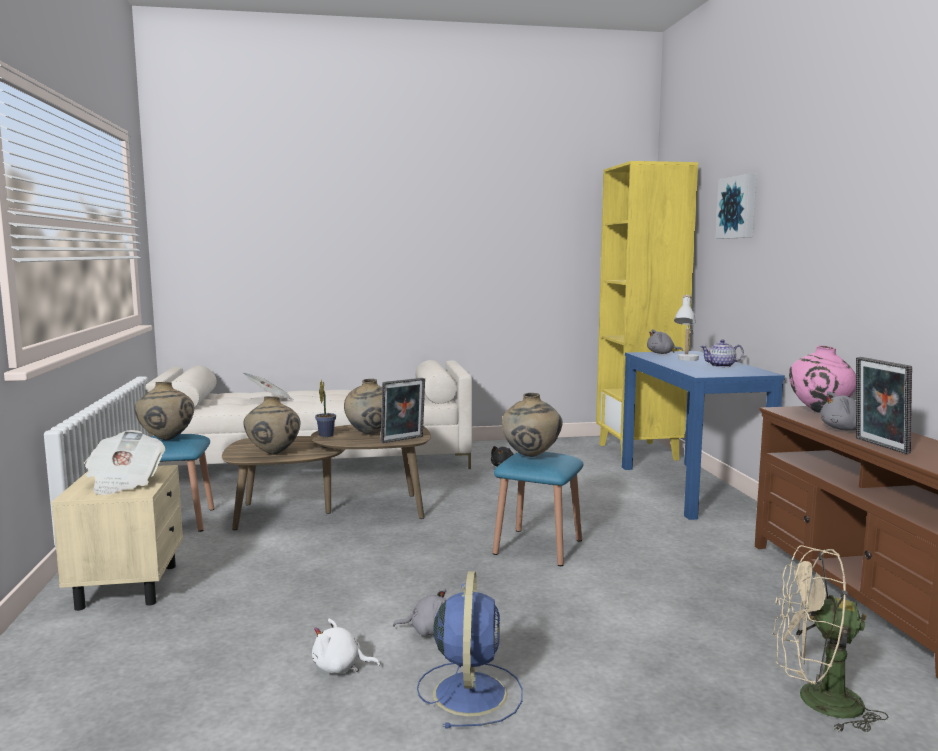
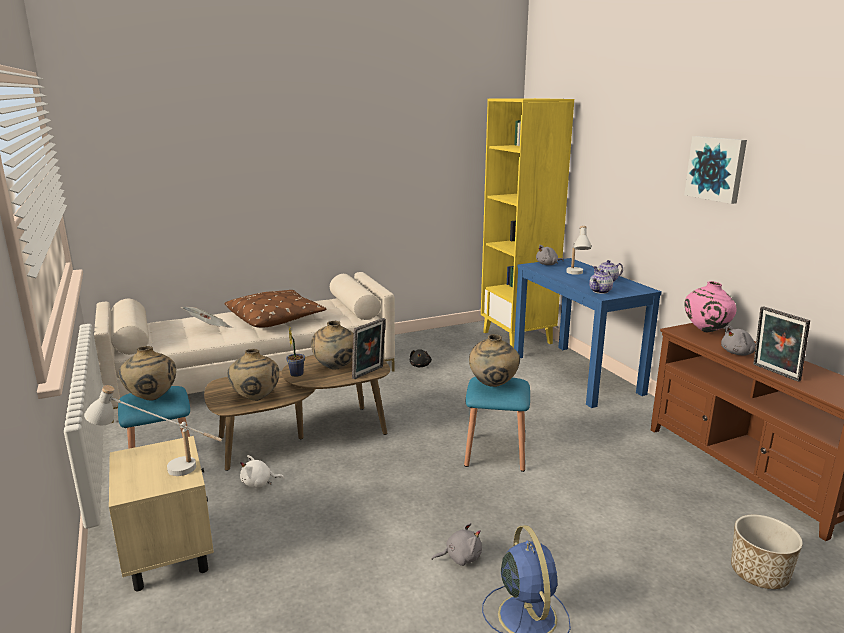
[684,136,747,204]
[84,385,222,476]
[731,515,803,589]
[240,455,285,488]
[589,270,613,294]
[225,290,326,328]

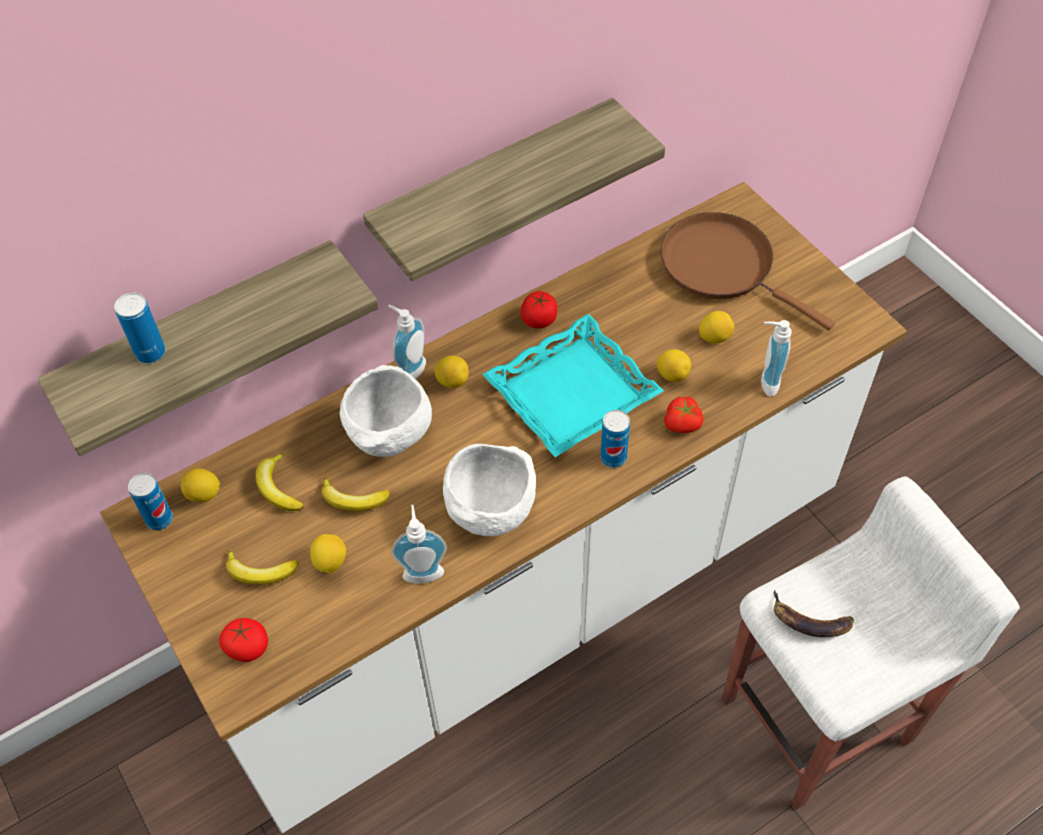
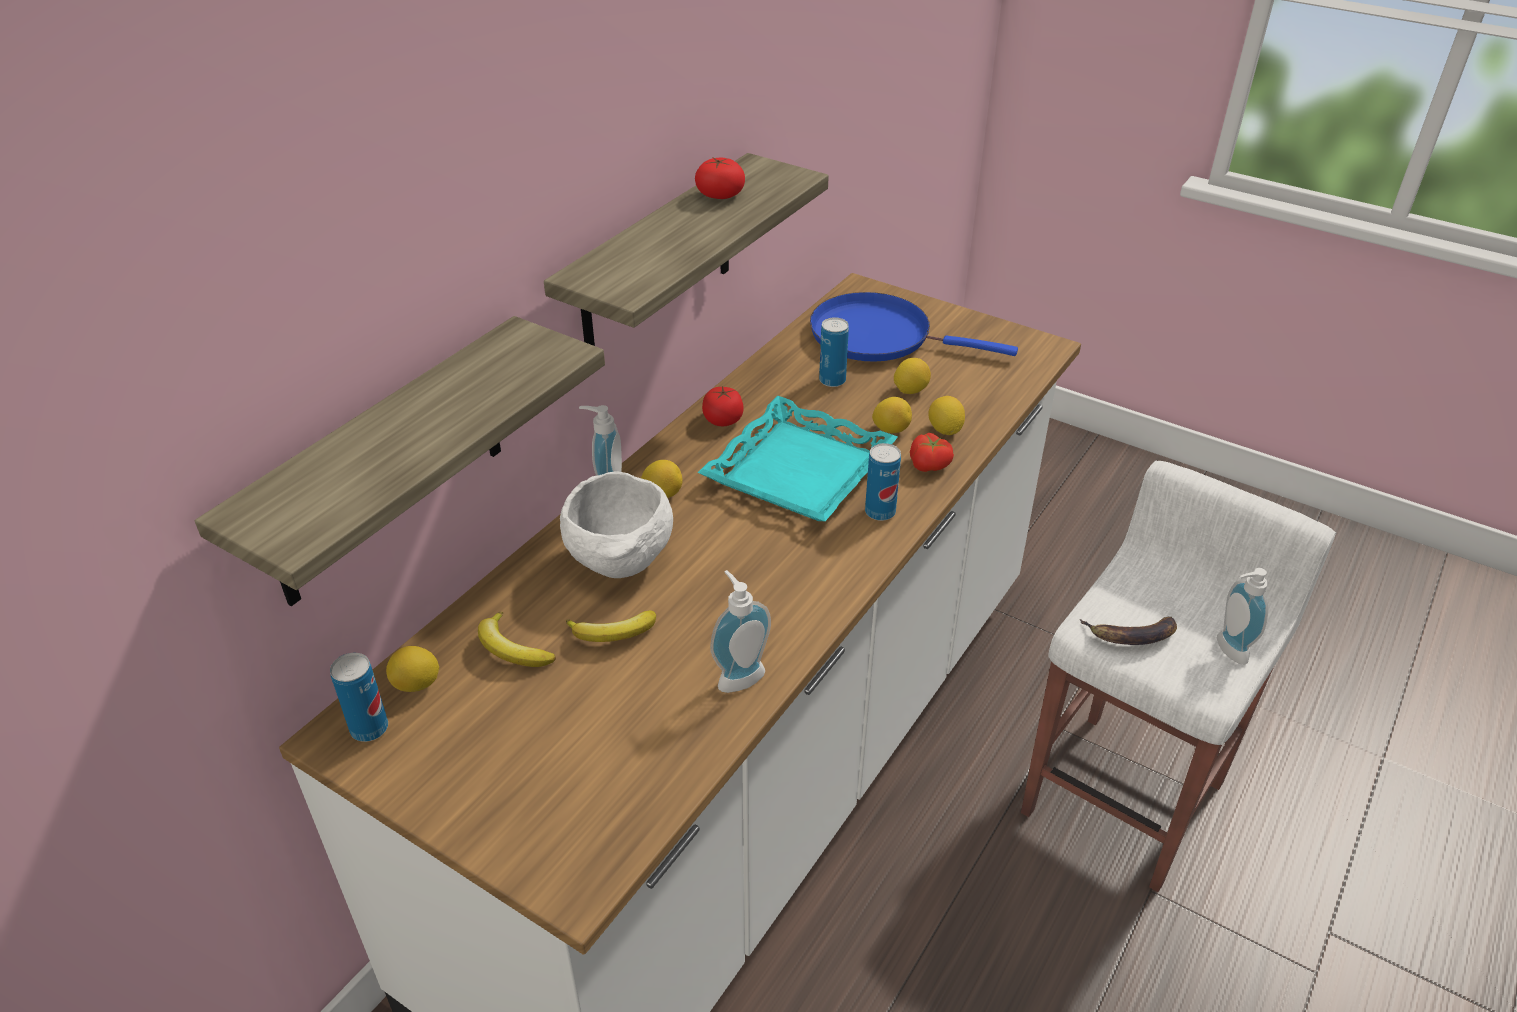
[810,292,1018,362]
[819,317,849,387]
[1217,568,1269,665]
[443,444,536,536] (first image)
[928,396,965,435]
[226,550,298,585] (first image)
[695,158,745,199]

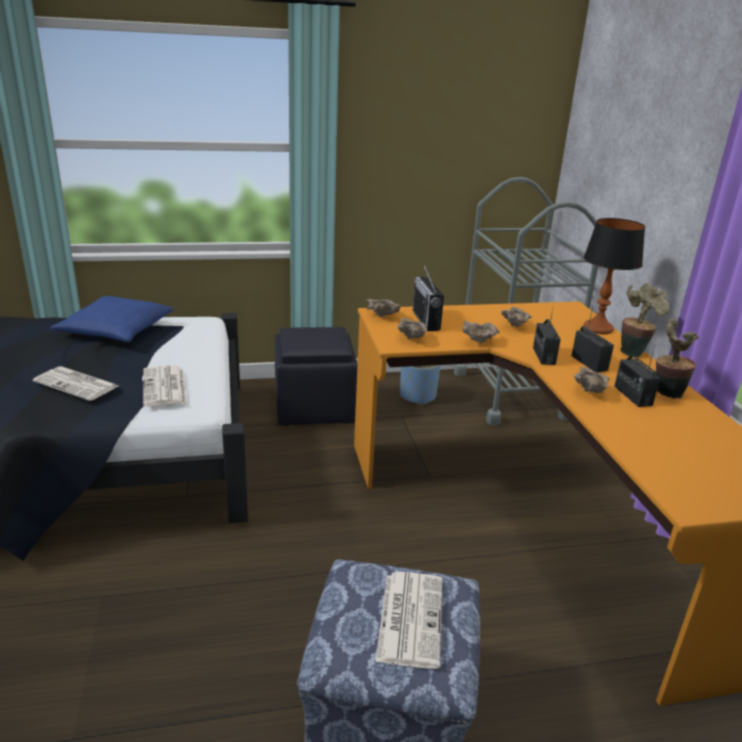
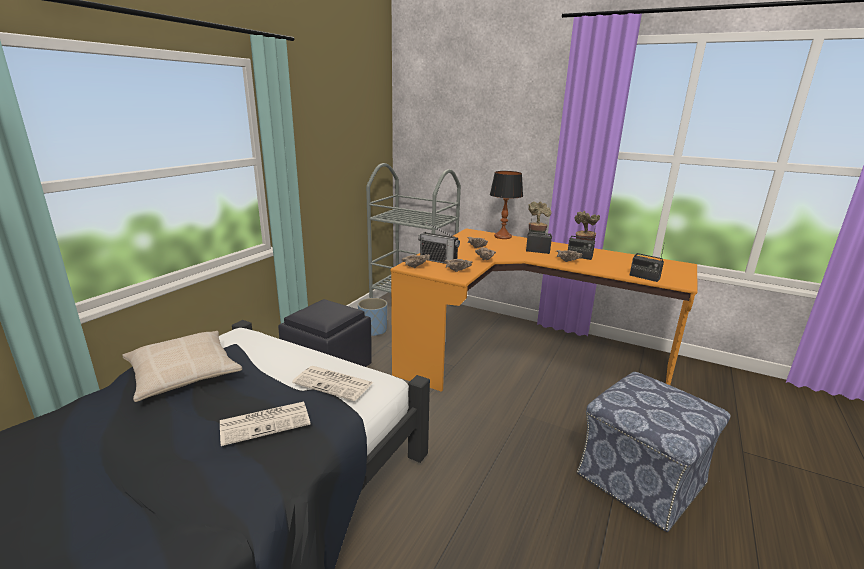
[122,331,242,402]
[630,242,665,282]
[375,572,442,669] (first image)

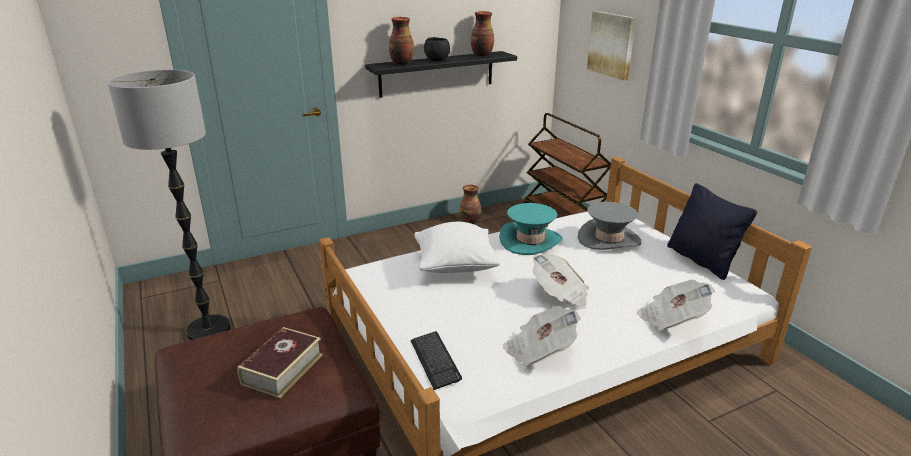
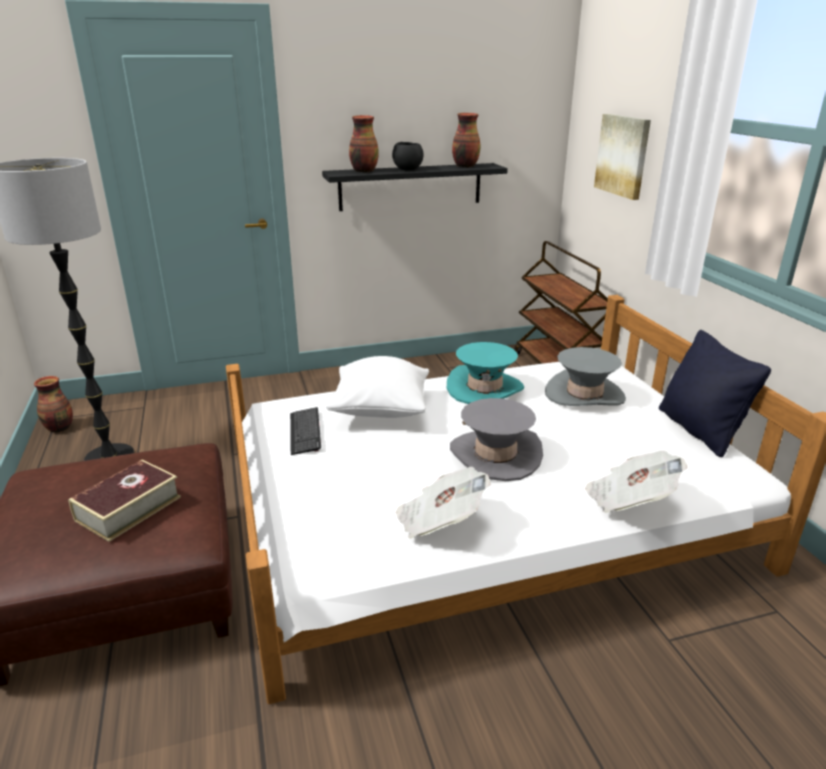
[34,376,73,432]
[450,398,543,481]
[290,407,321,455]

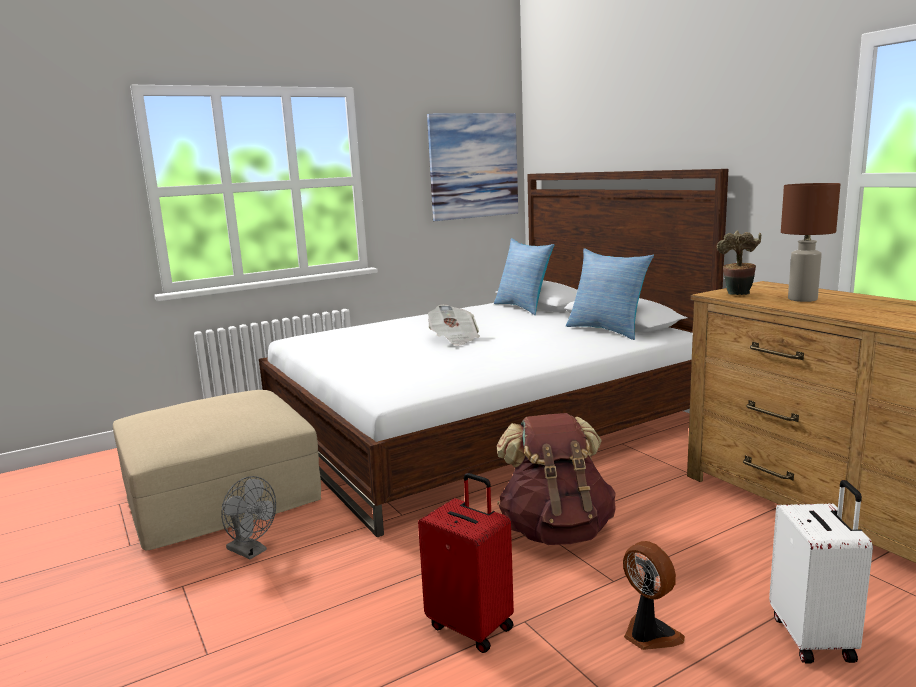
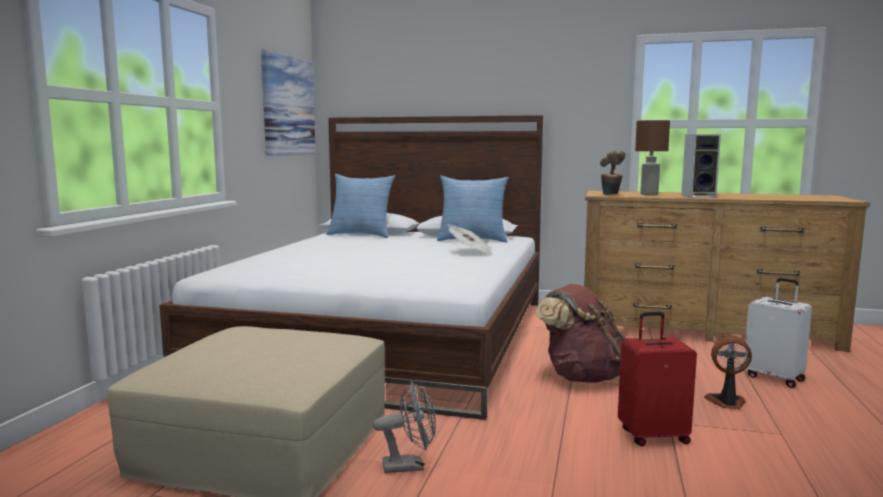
[447,224,492,255]
[681,134,721,198]

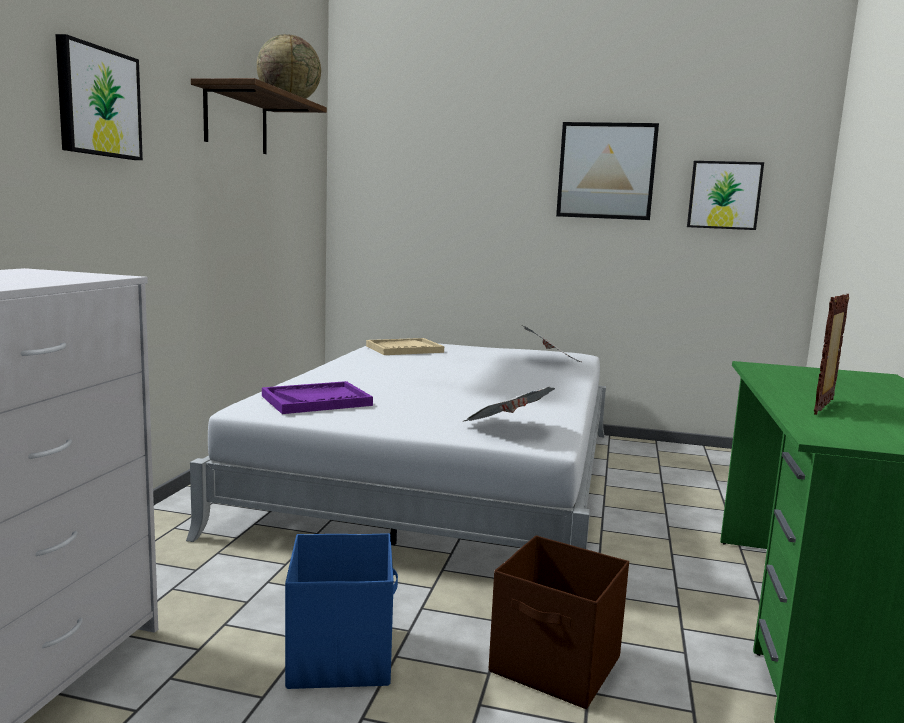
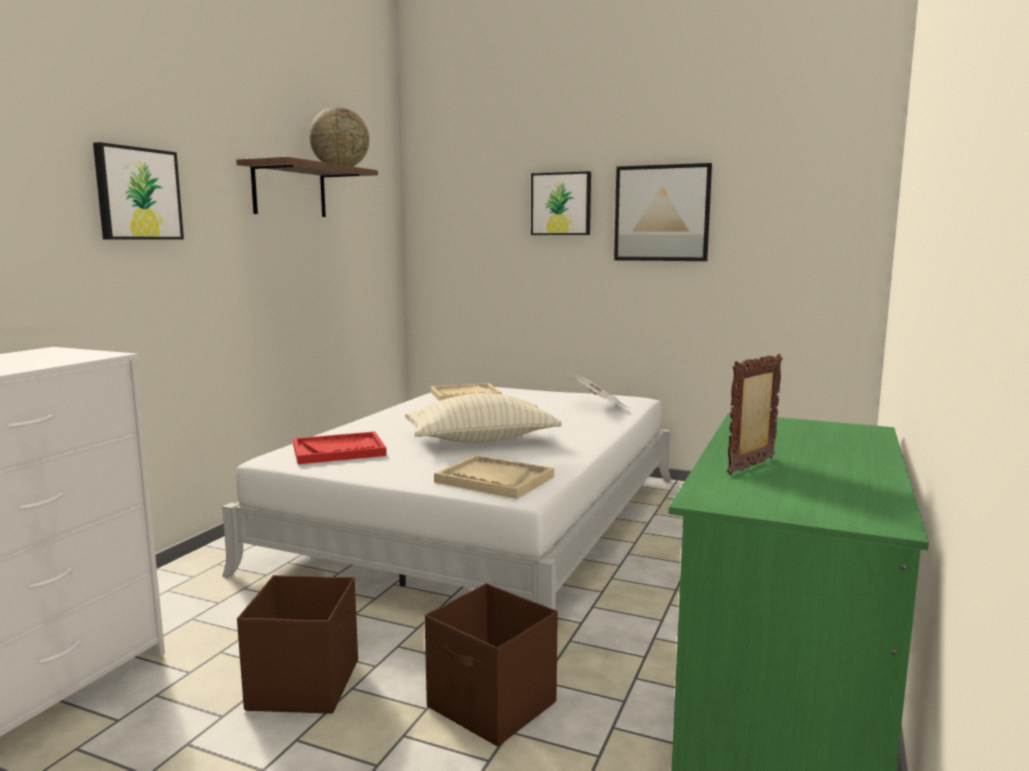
[531,171,591,235]
[293,431,387,464]
[434,455,554,499]
[237,575,358,714]
[405,393,562,443]

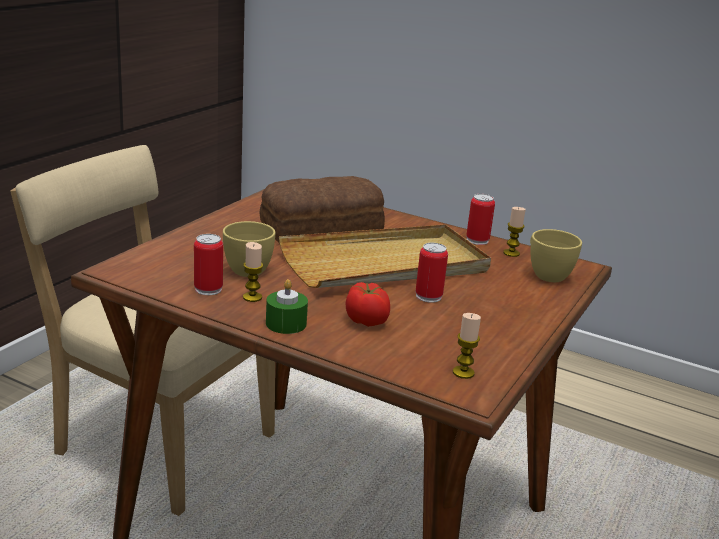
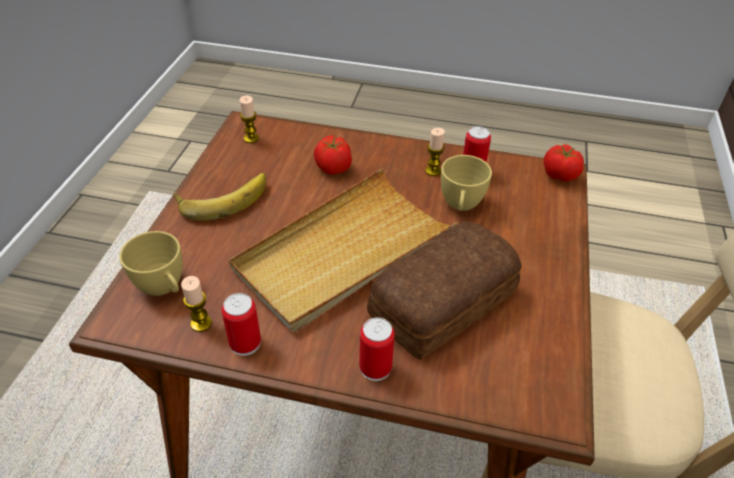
[359,318,395,381]
[266,279,308,334] (first image)
[543,144,584,182]
[174,173,266,221]

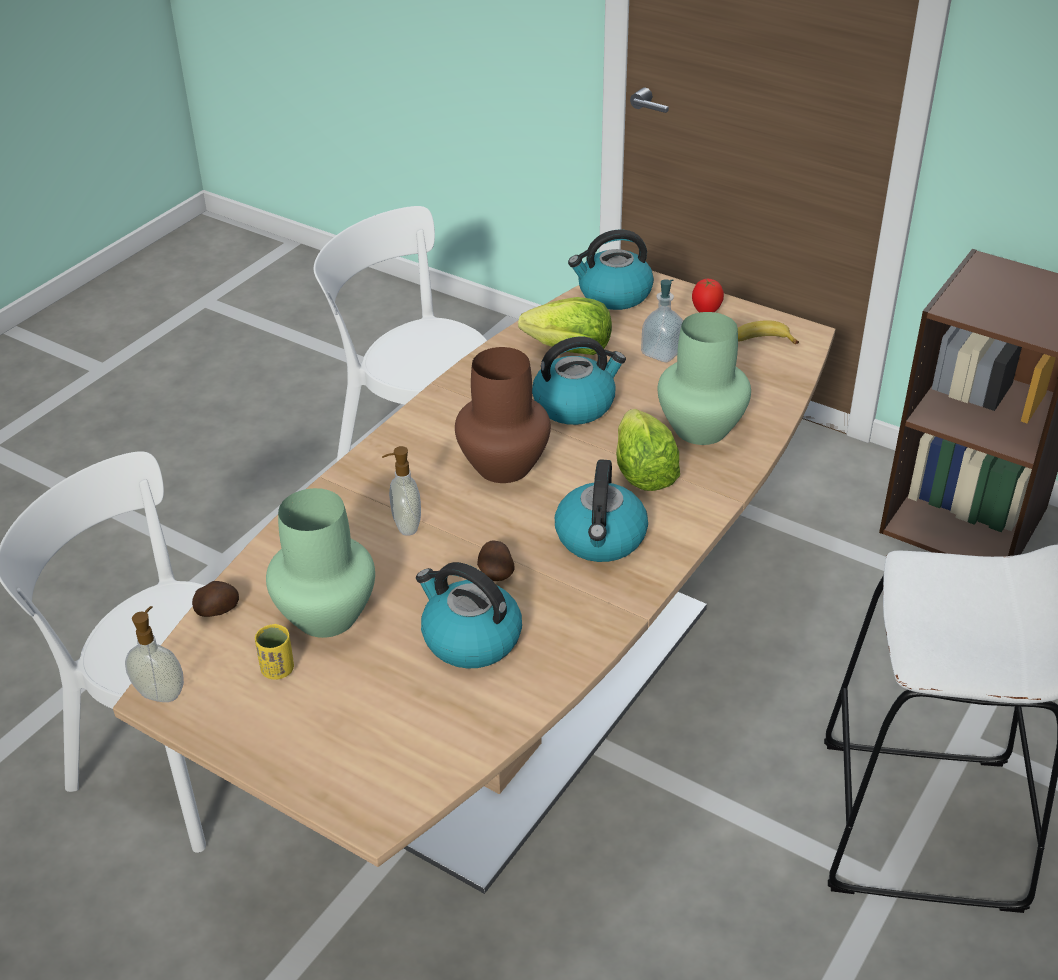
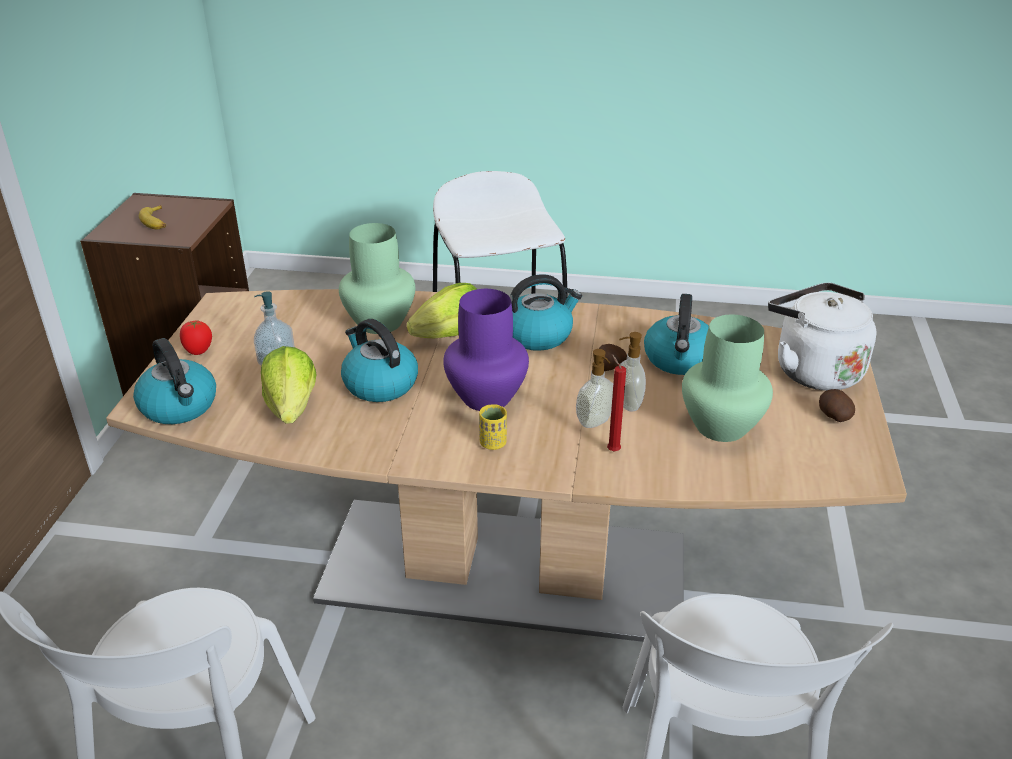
[139,205,166,229]
[443,289,529,411]
[819,389,855,422]
[619,332,646,411]
[479,404,507,450]
[768,283,877,391]
[607,354,626,452]

